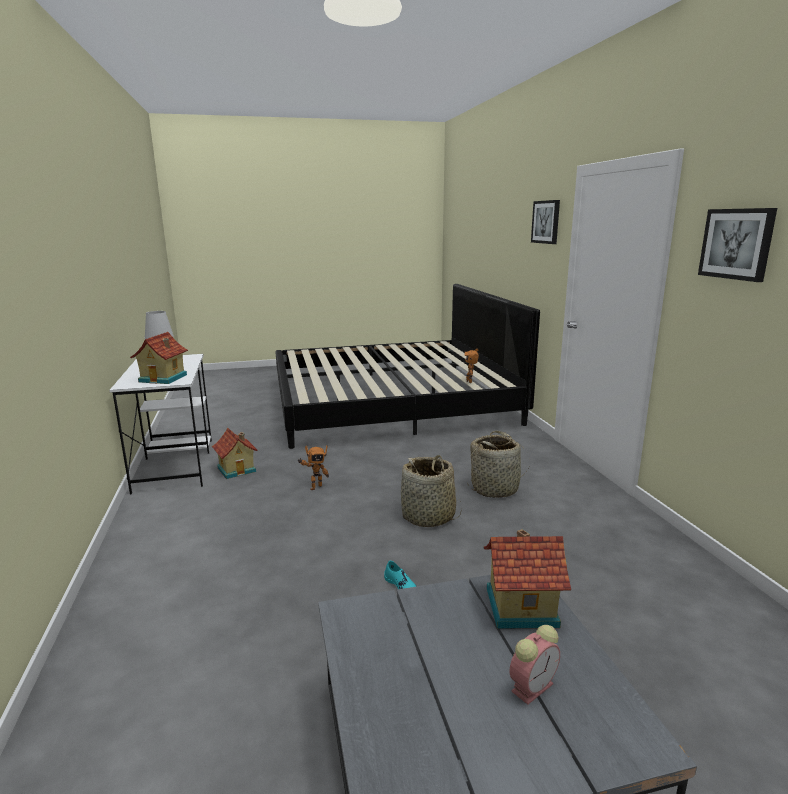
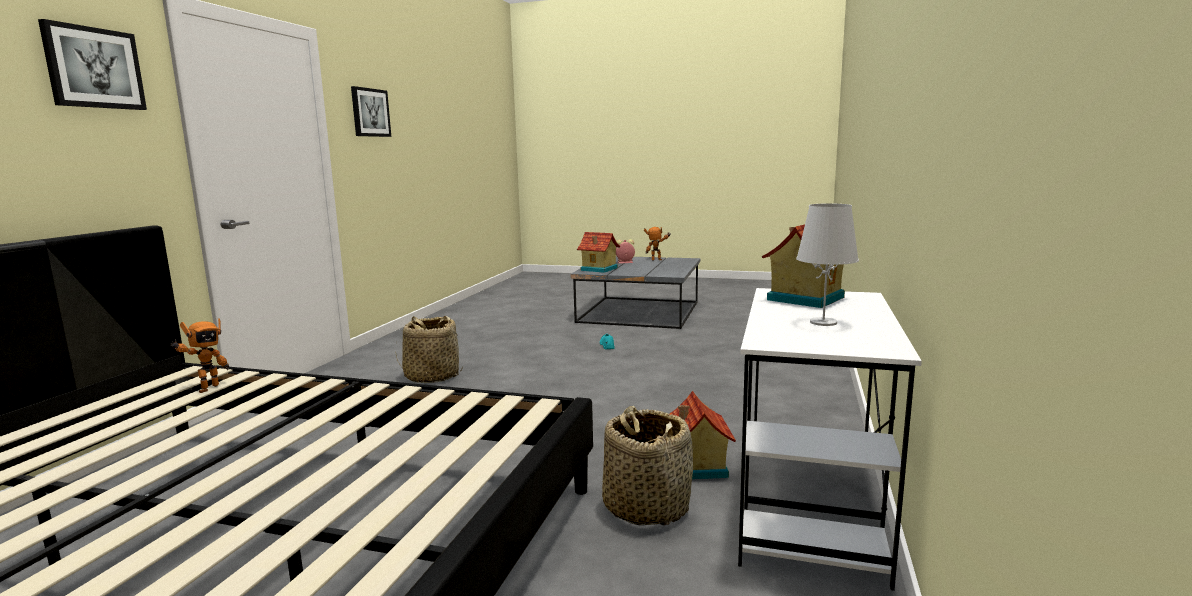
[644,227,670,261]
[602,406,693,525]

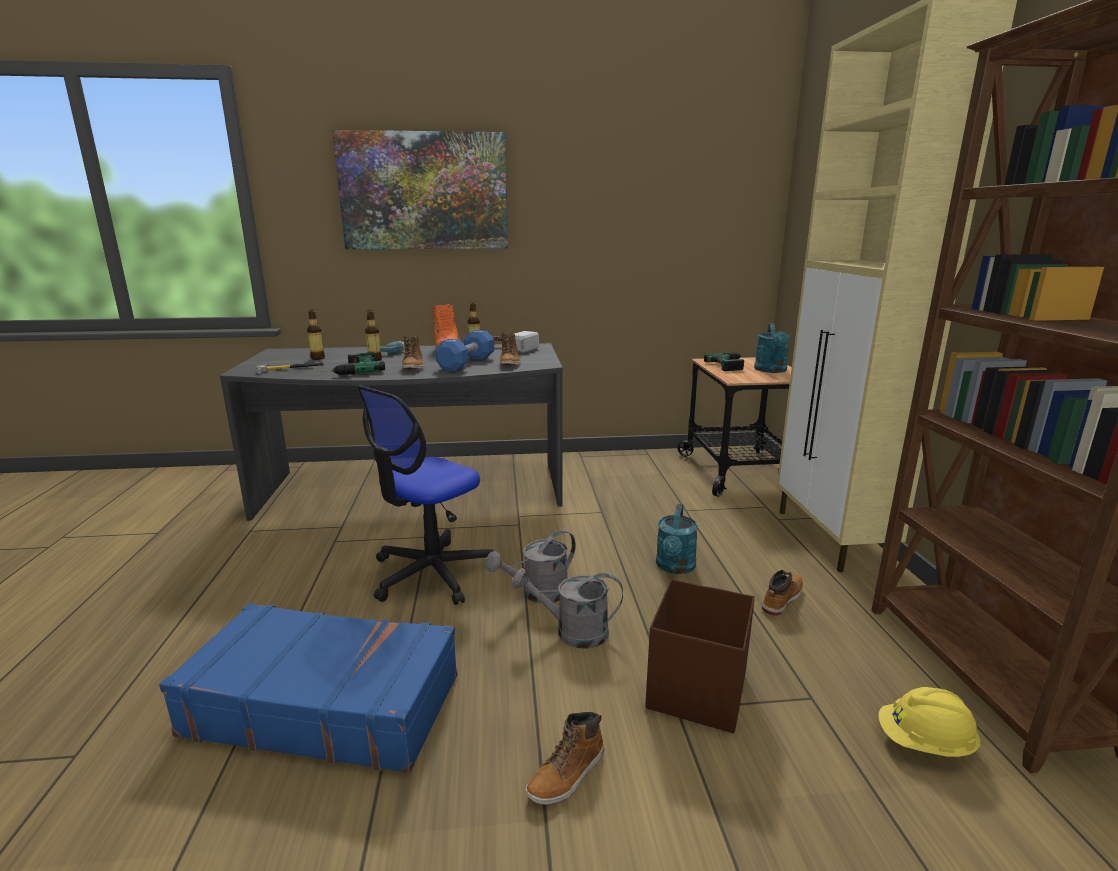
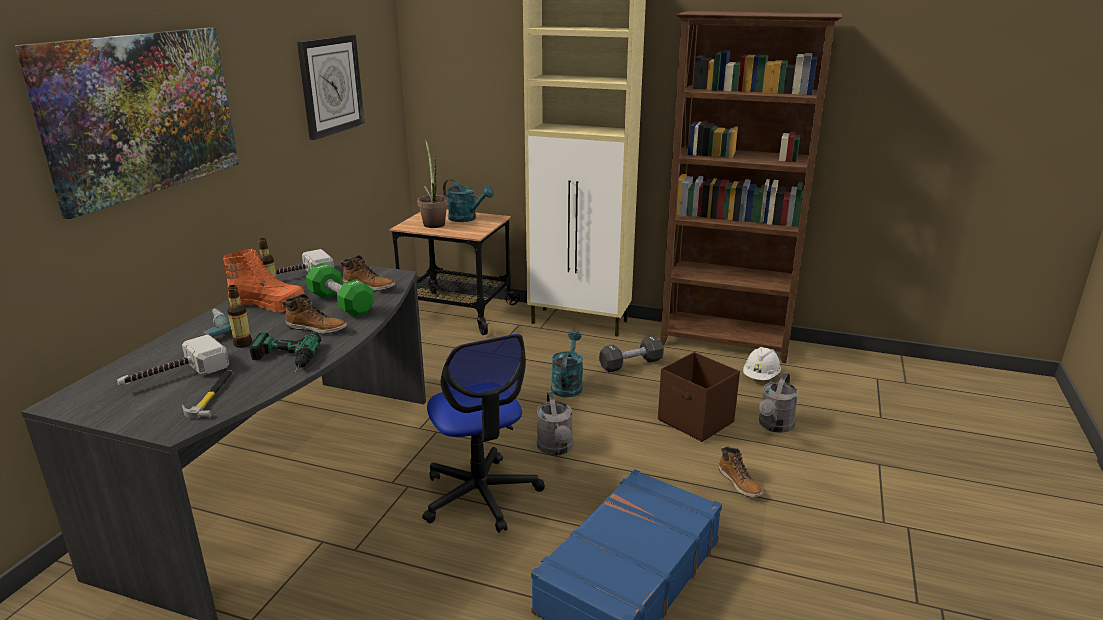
[117,334,229,385]
[306,263,374,317]
[417,139,448,228]
[551,331,583,397]
[759,373,798,433]
[599,335,664,372]
[743,347,781,380]
[297,35,365,140]

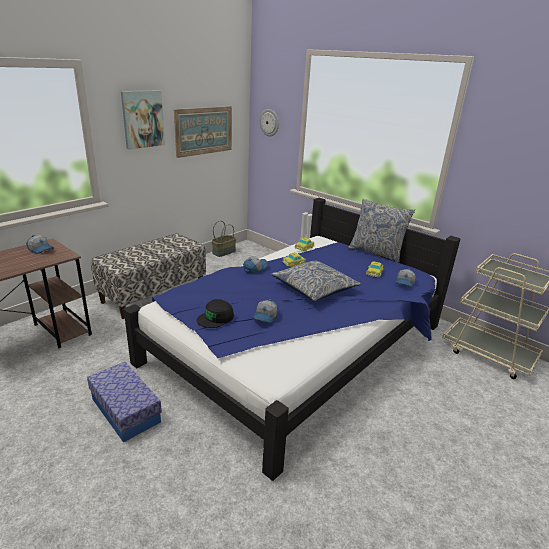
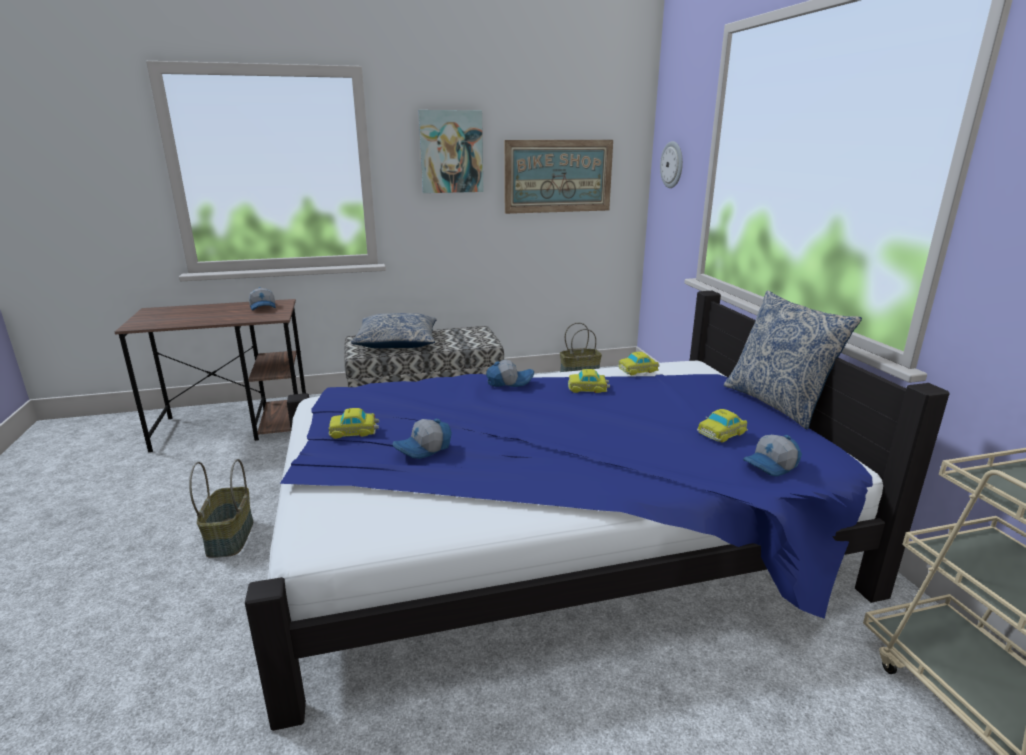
[351,313,437,348]
[329,408,379,439]
[189,459,253,558]

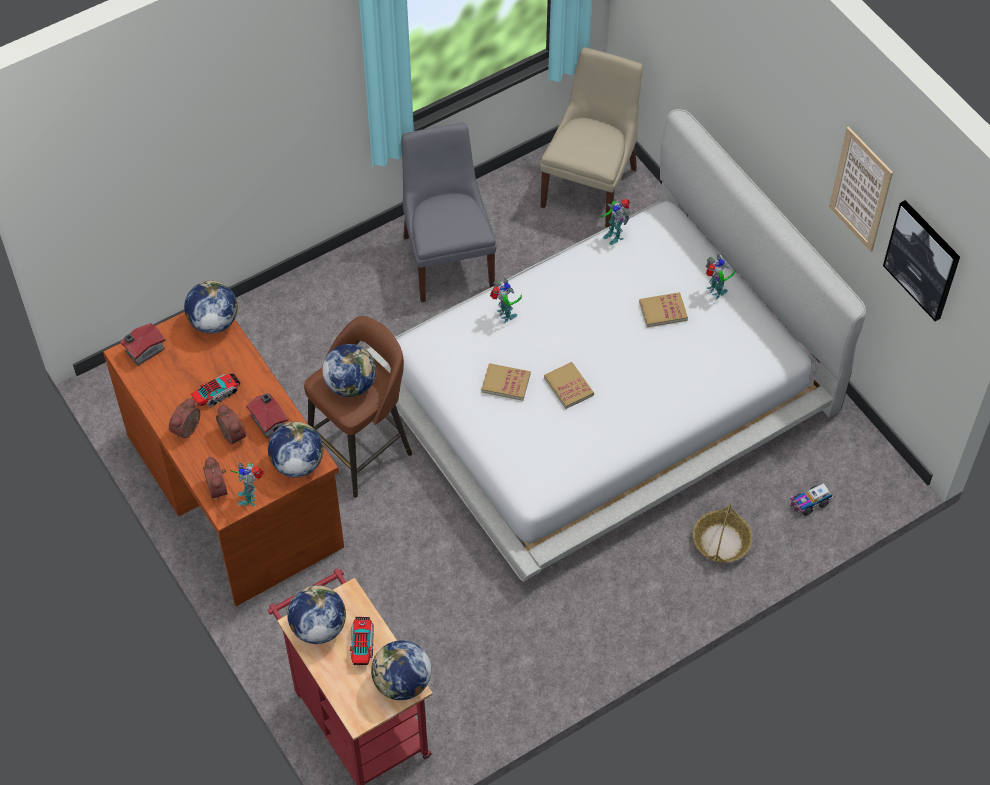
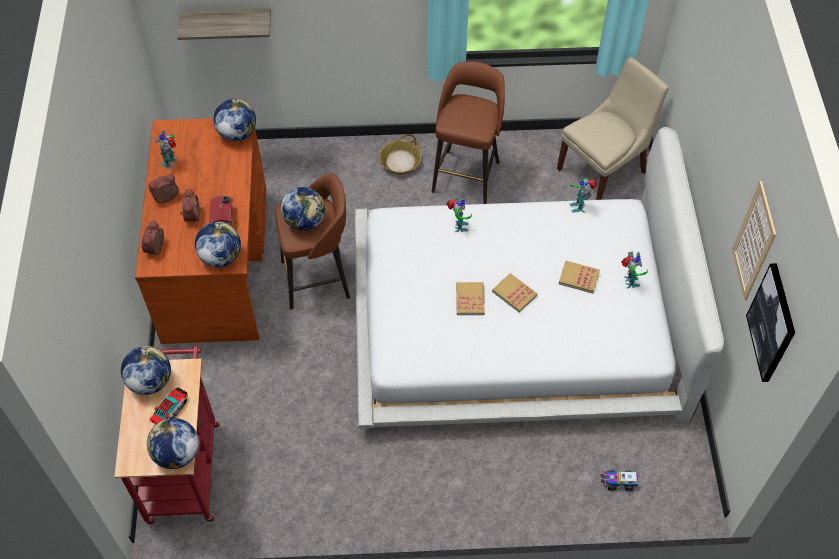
[432,61,505,204]
[120,323,166,366] (first image)
[492,273,538,313]
[191,374,240,407] (first image)
[155,130,178,170]
[379,134,422,174]
[177,8,271,40]

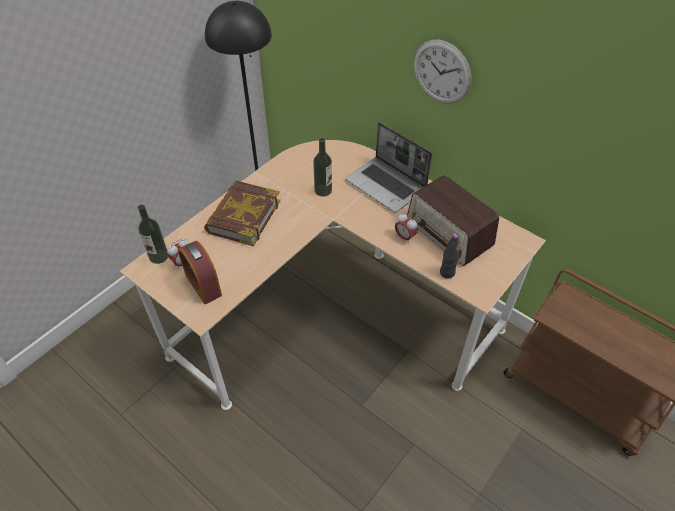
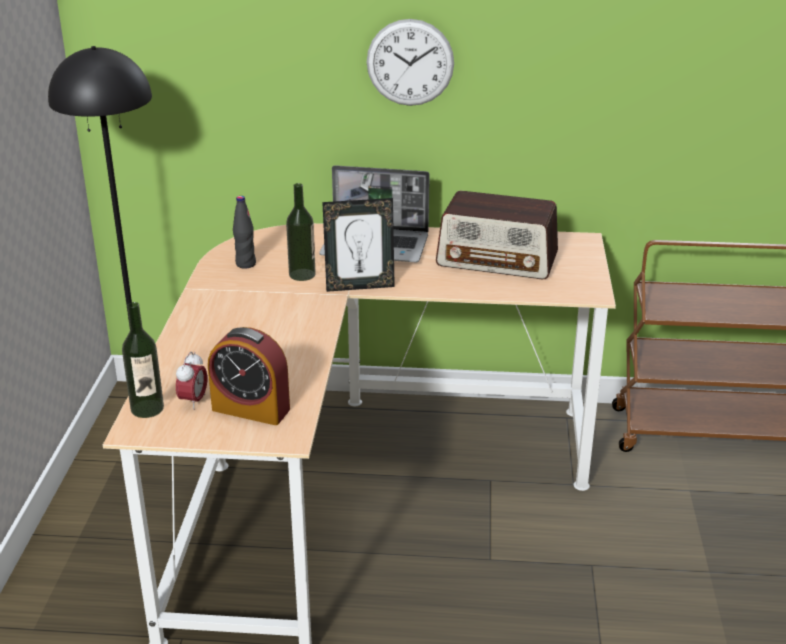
[204,181,280,246] (first image)
[395,213,418,244] (first image)
[233,196,256,269]
[322,198,395,292]

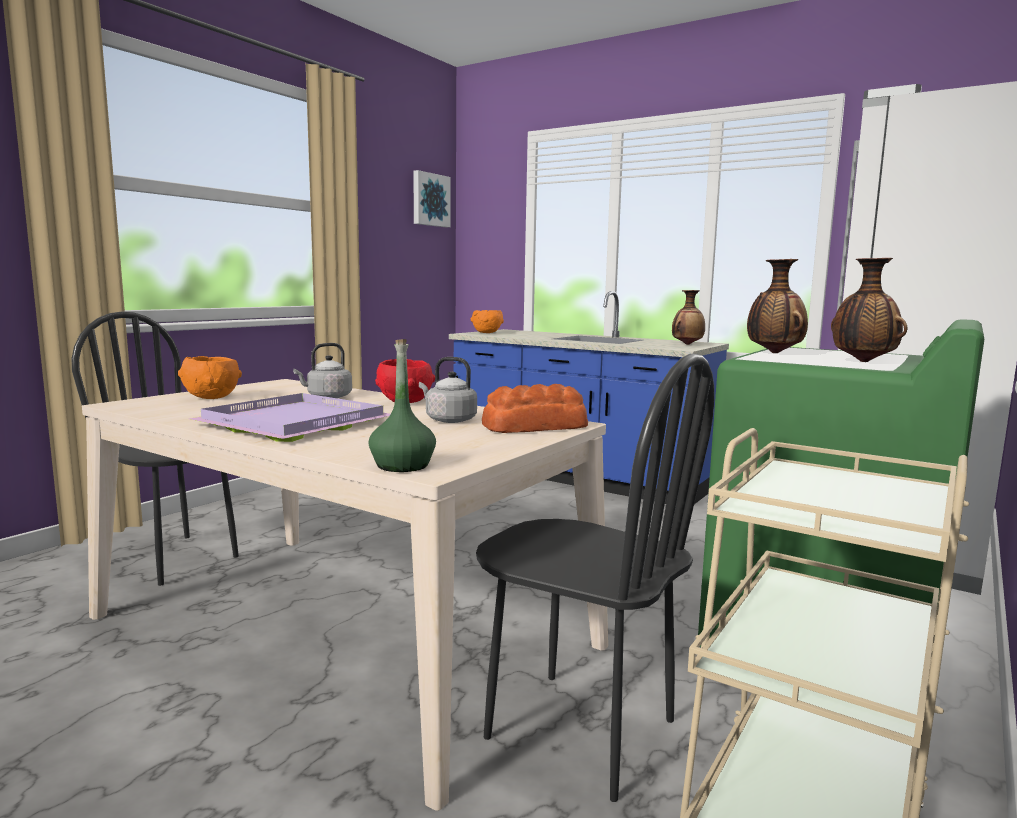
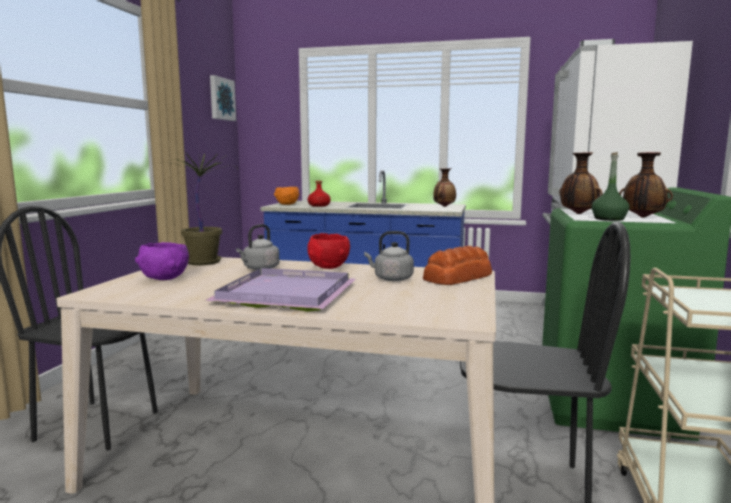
[592,152,630,221]
[135,242,189,280]
[162,153,238,265]
[308,181,331,207]

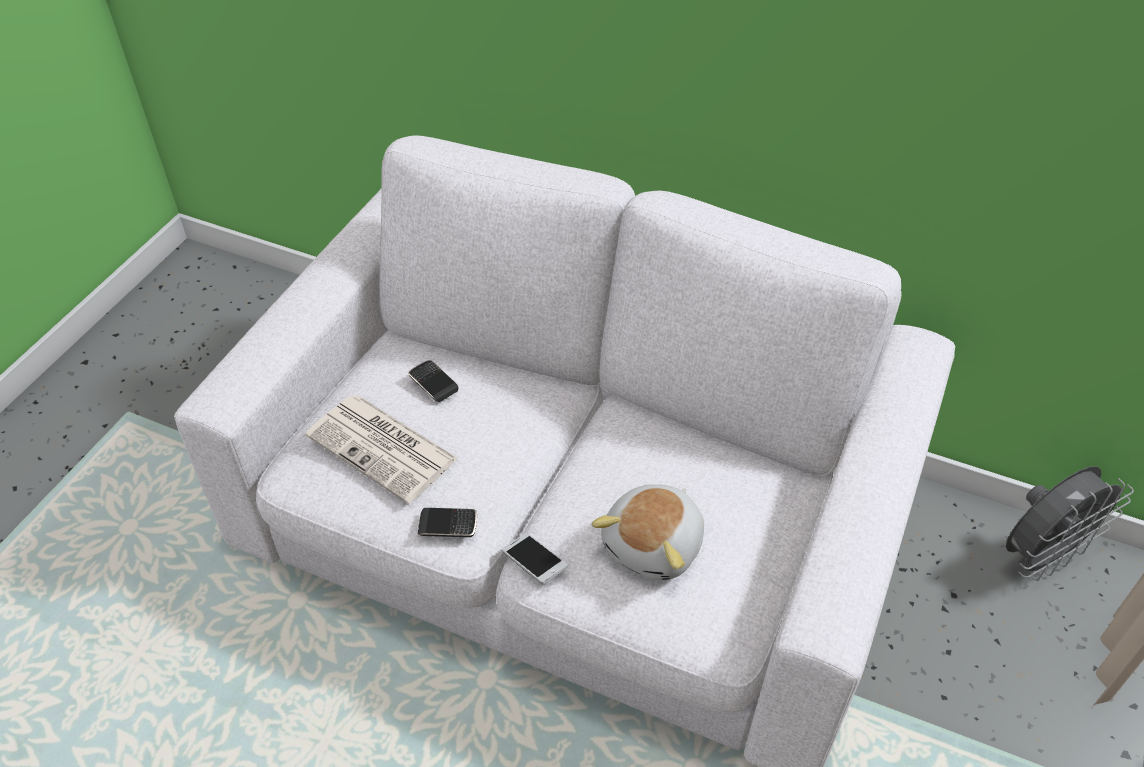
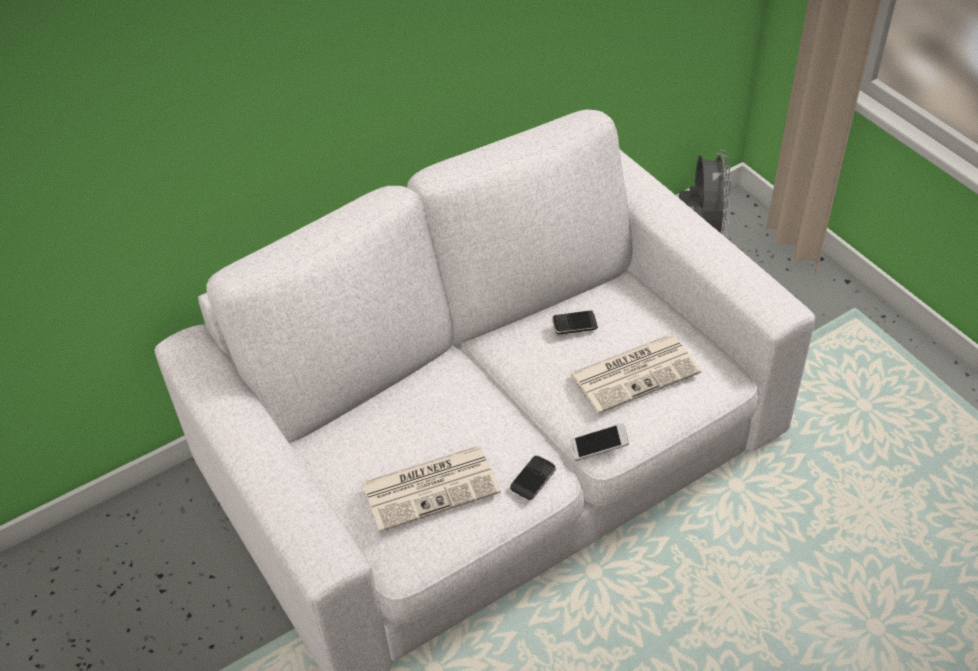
[552,310,598,334]
[569,335,701,414]

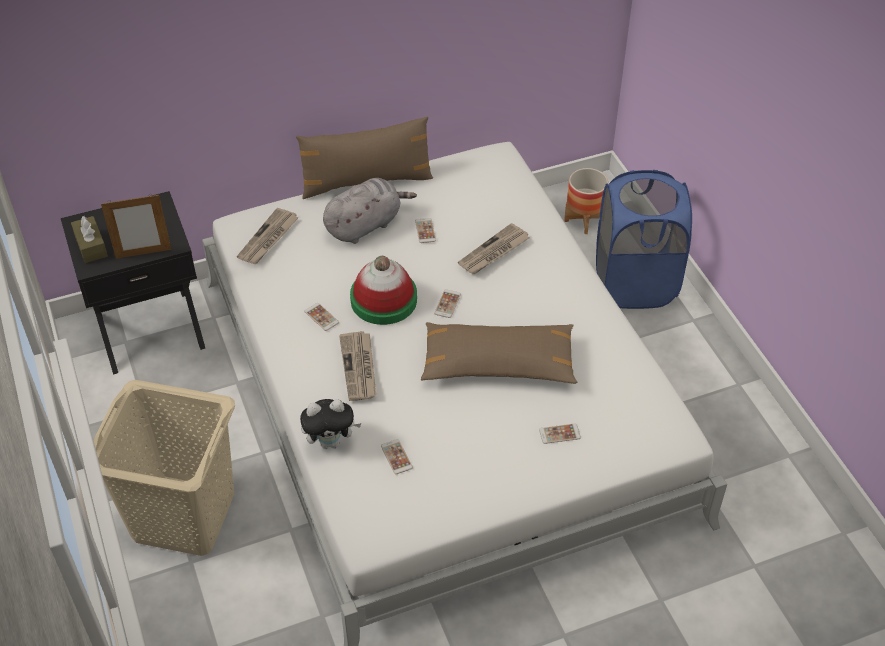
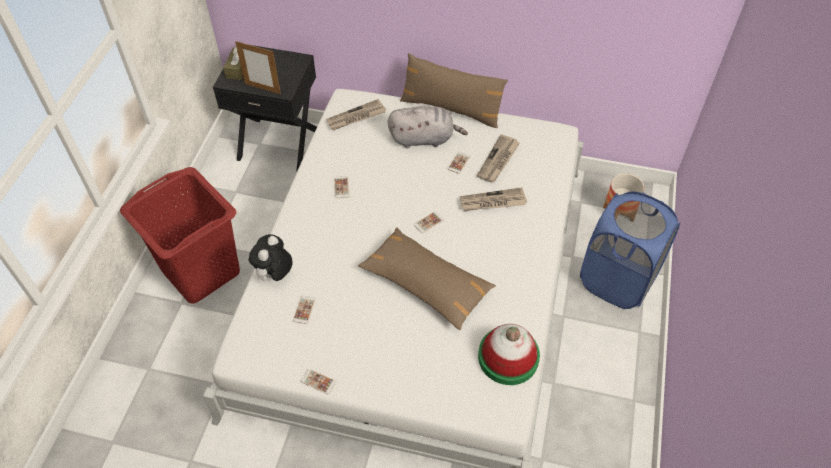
[478,324,540,385]
[477,134,520,182]
[120,167,240,304]
[249,234,293,283]
[301,369,336,394]

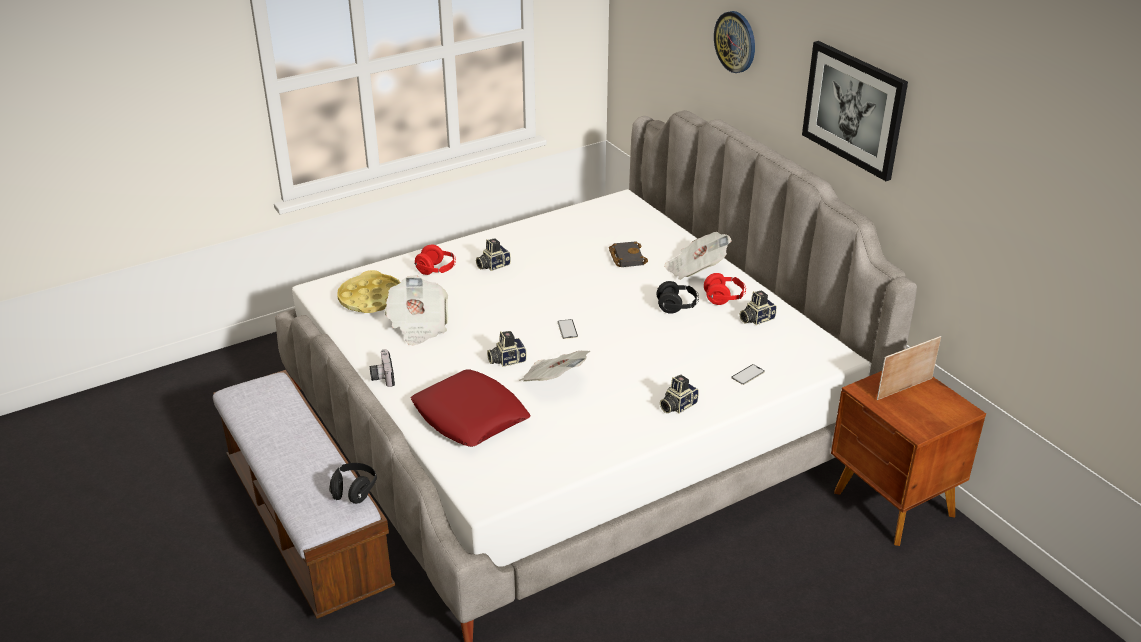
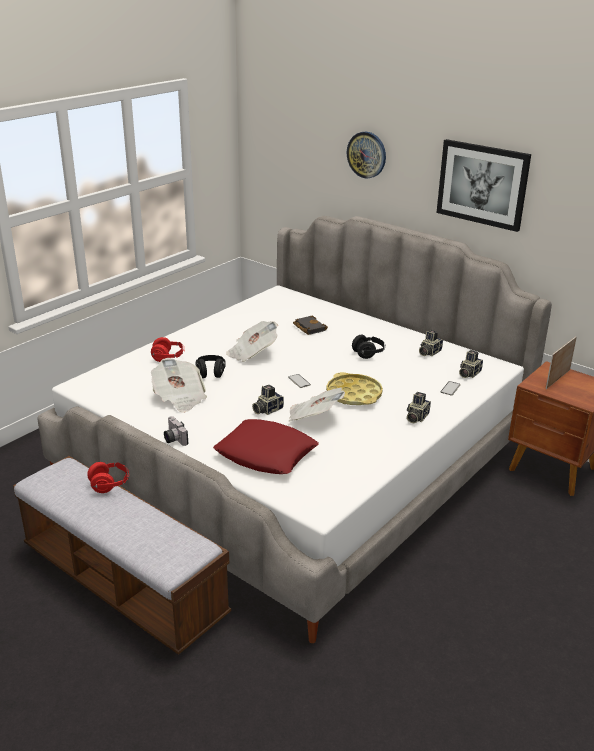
[226,321,278,362]
[459,350,483,378]
[326,372,383,405]
[87,462,129,493]
[196,355,226,378]

